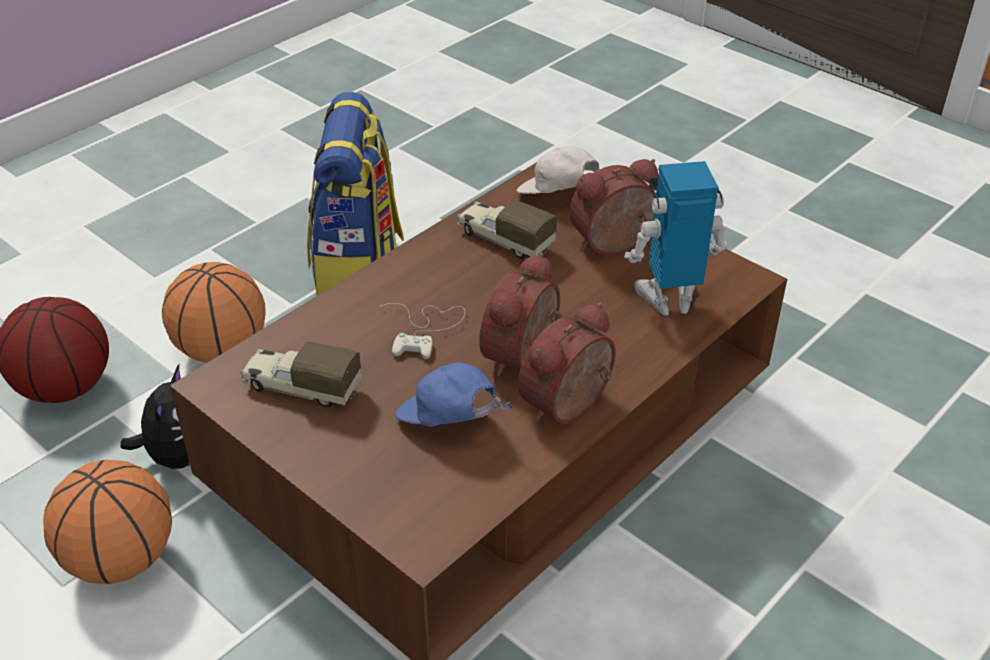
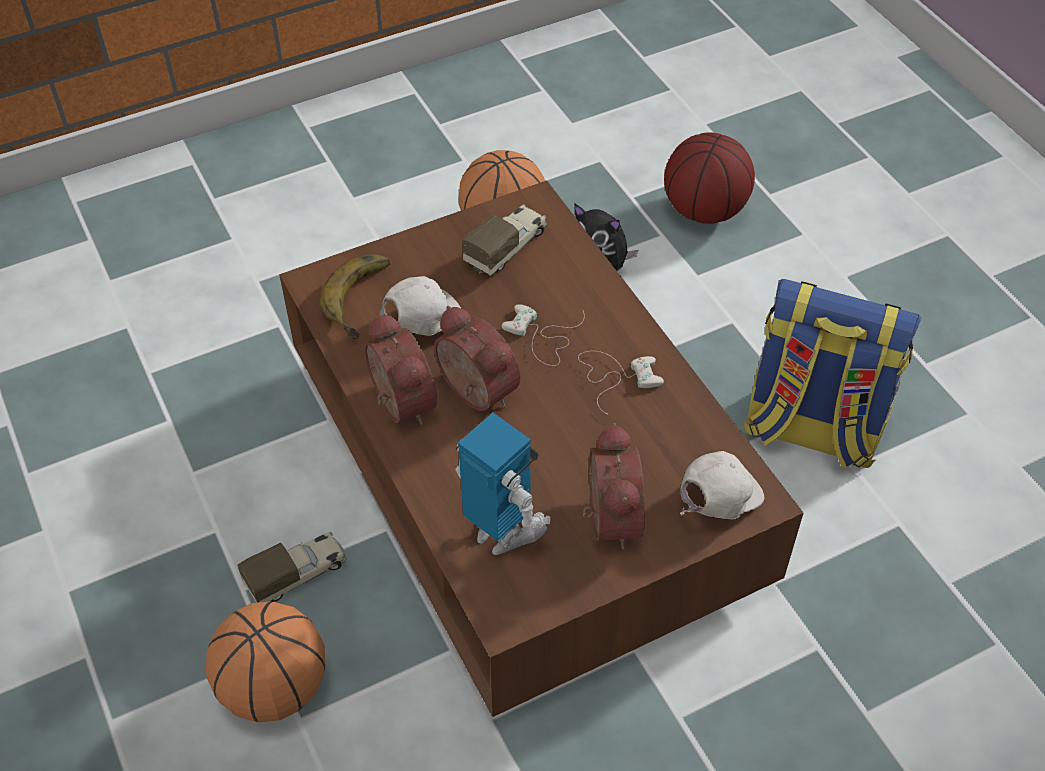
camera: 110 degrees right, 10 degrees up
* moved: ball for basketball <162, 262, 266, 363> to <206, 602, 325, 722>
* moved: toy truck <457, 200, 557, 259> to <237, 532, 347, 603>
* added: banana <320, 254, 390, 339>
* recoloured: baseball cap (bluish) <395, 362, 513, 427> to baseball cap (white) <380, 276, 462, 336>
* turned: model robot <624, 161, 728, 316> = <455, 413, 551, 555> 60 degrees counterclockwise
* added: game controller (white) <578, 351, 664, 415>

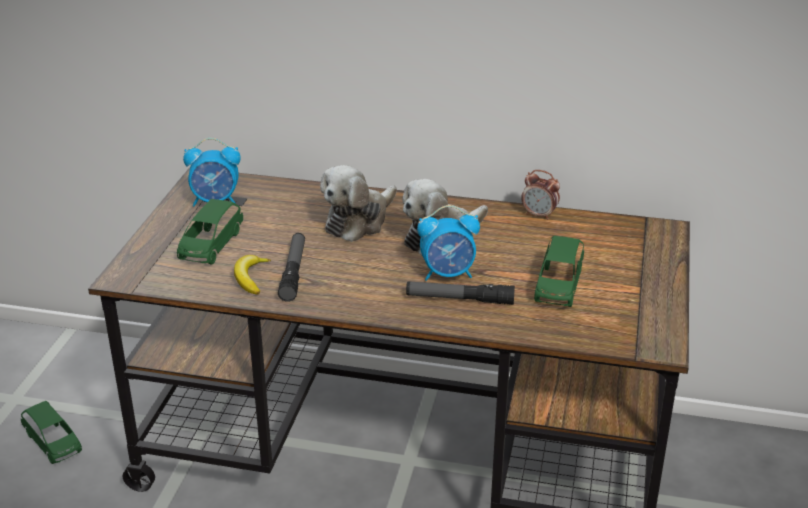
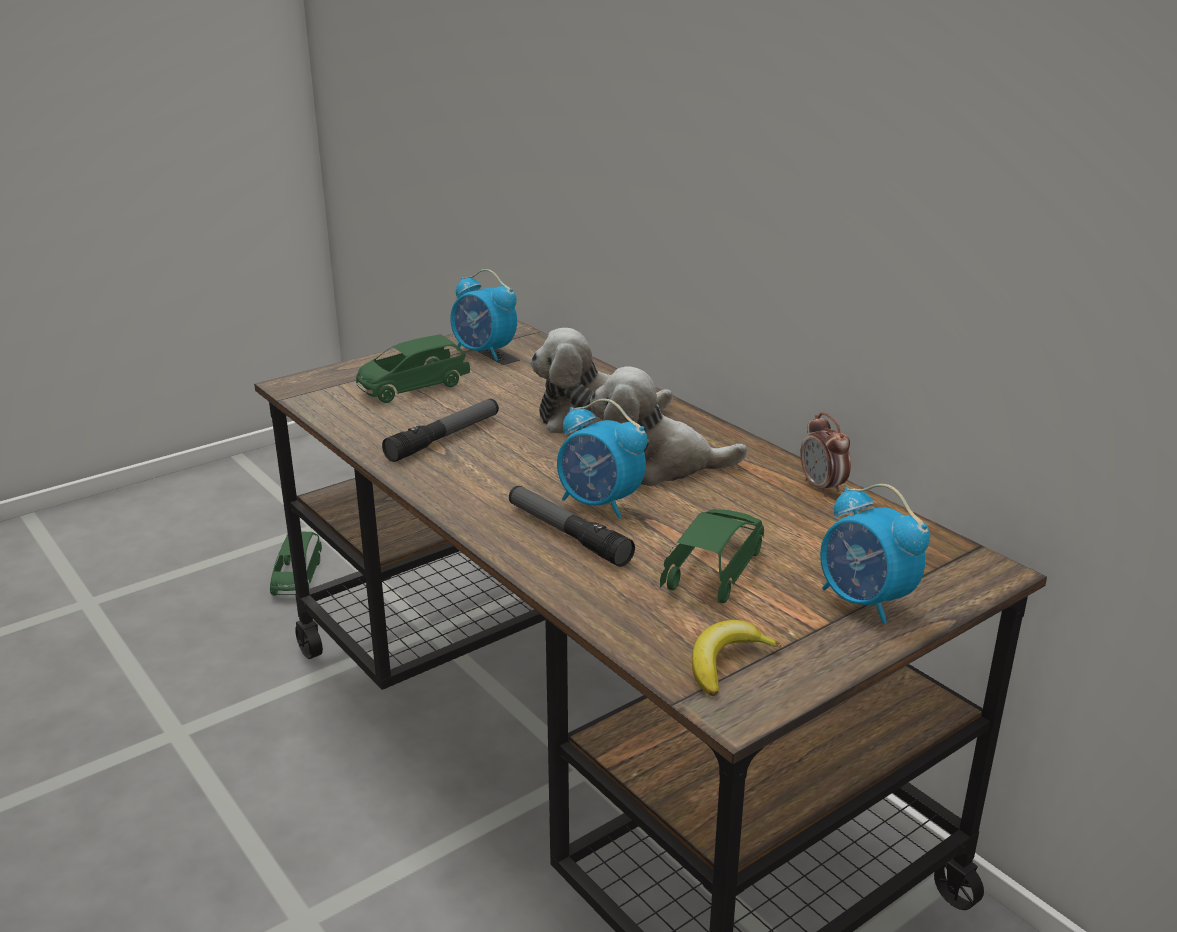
camera: 40 degrees right, 5 degrees down
* turned: model car (greenish) <534, 236, 584, 307> = <660, 509, 764, 603> 150 degrees clockwise
* moved: banana <234, 255, 271, 295> to <692, 620, 782, 696>
* added: bedside clock <820, 484, 930, 624>

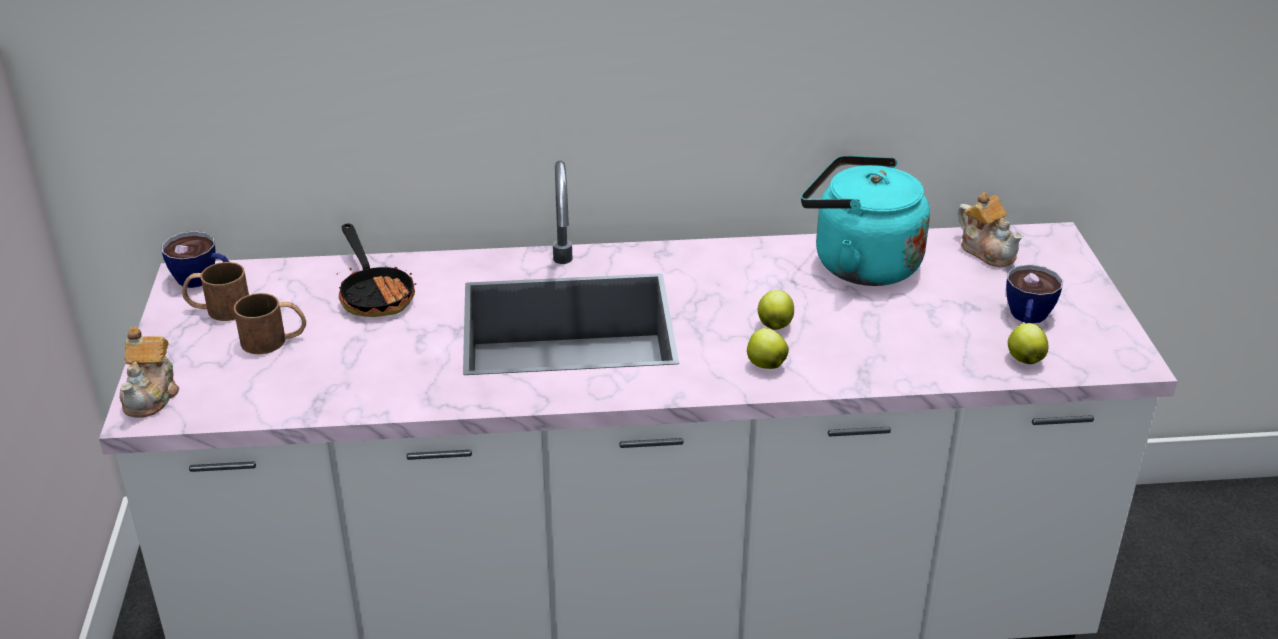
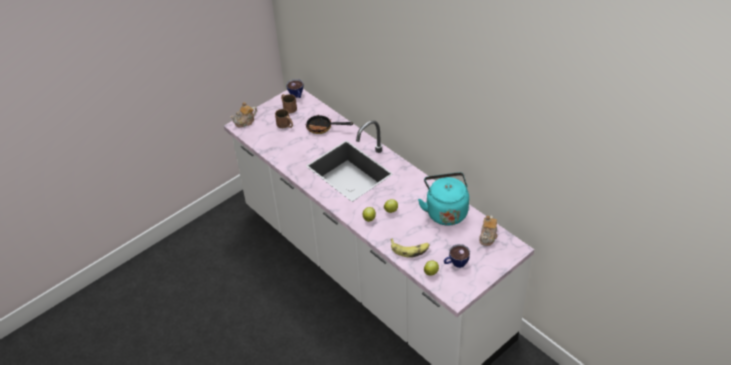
camera: 55 degrees right, 10 degrees up
* turned: skillet <337, 223, 416, 317> = <306, 115, 353, 134> 75 degrees clockwise
* added: banana <390, 239, 430, 258>

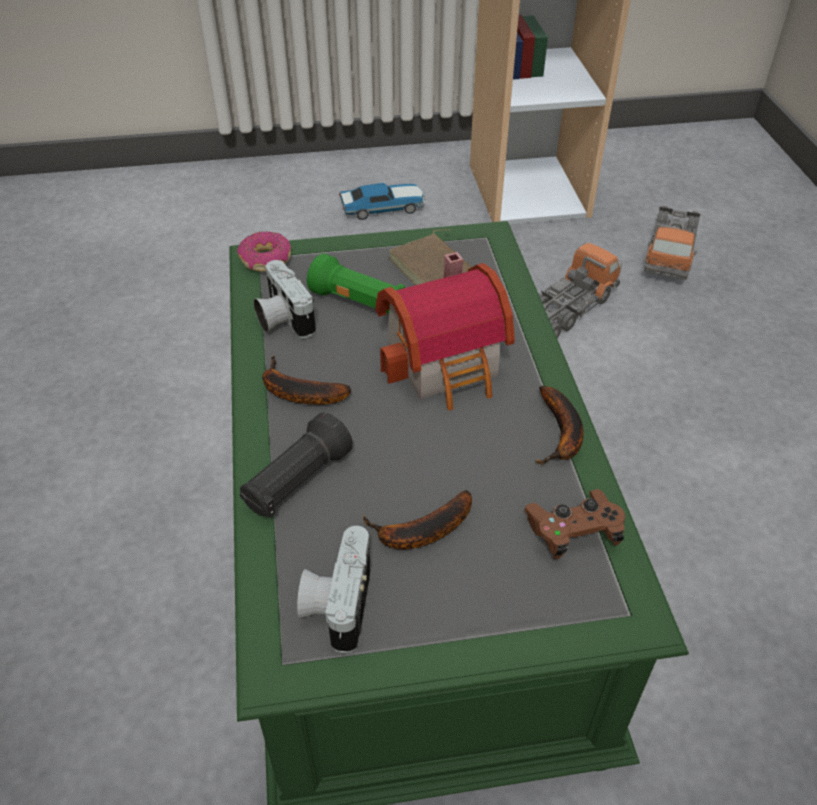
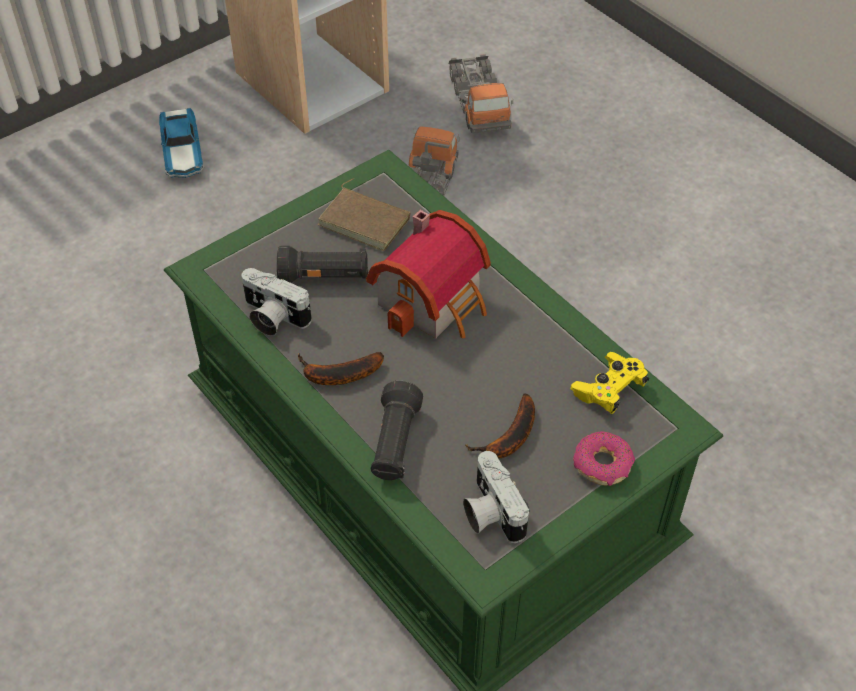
camera: 30 degrees left, 5 degrees up
* turned: model car <339, 183, 425, 220> = <159, 108, 204, 178> 120 degrees clockwise
* recoloured: flashlight (greenish) <307, 254, 405, 315> to flashlight (blackish) <277, 246, 368, 283>
* recoloured: game controller (brownish) <524, 489, 625, 559> to game controller (yellow) <570, 352, 649, 414>
* moved: donut <237, 232, 291, 272> to <573, 431, 635, 486>
* removed: banana <535, 386, 584, 465>

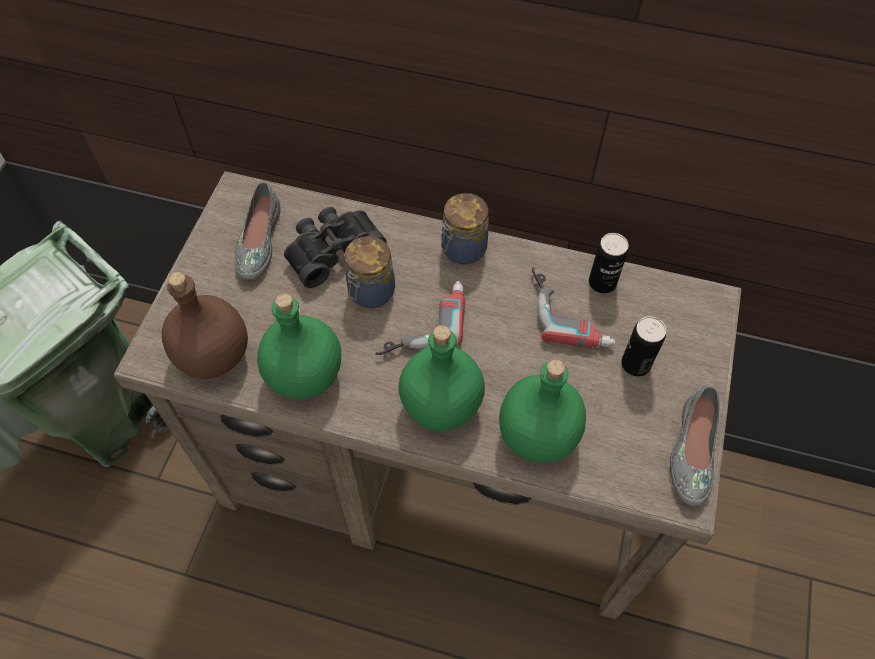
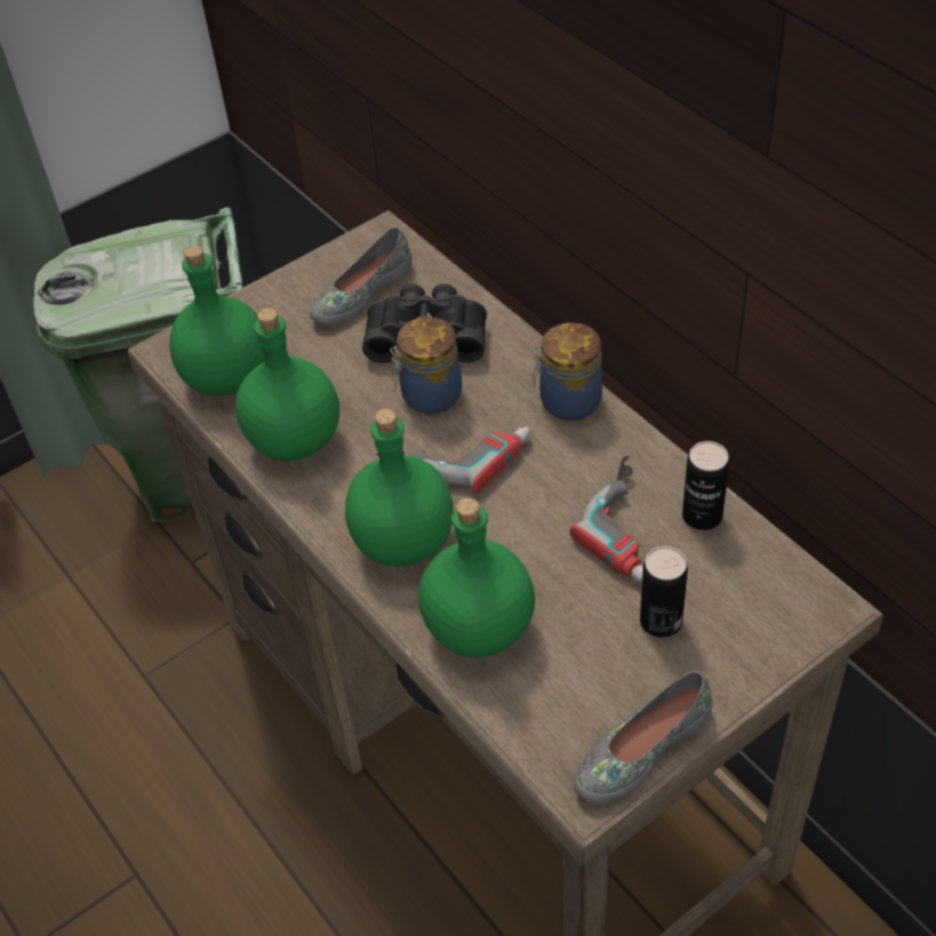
camera: 40 degrees right, 10 degrees down
* recoloured: bottle (brownish) <162, 272, 248, 379> to bottle (greenish) <169, 245, 264, 396>

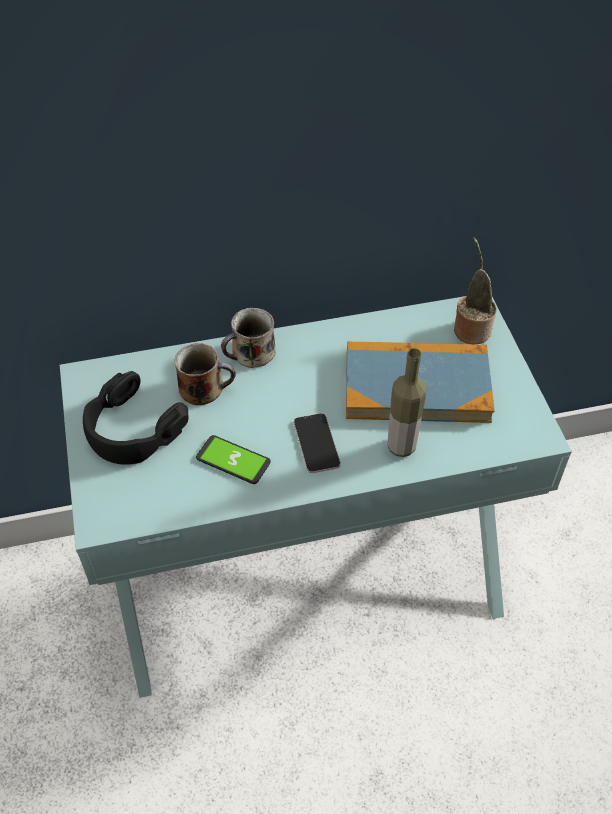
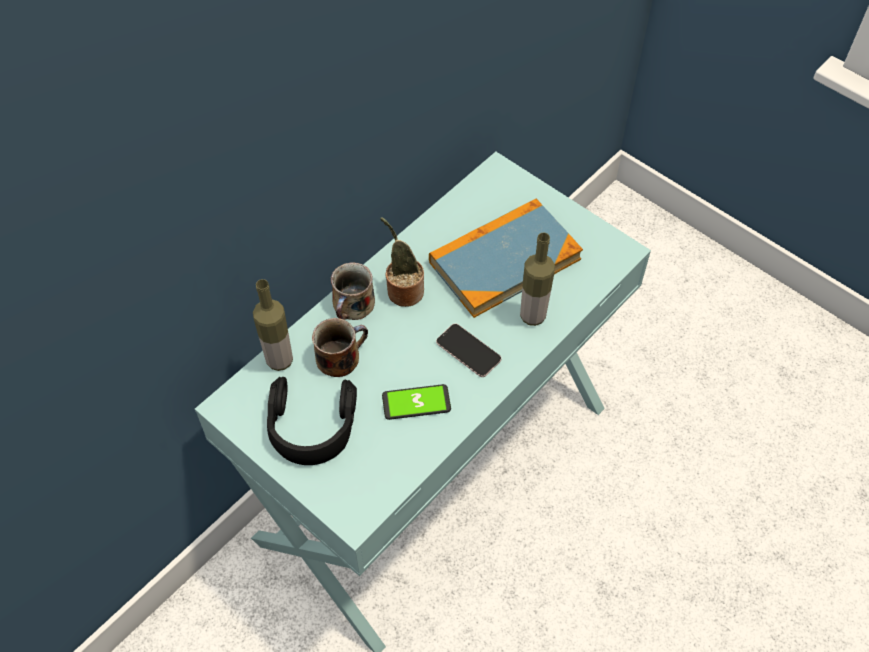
camera: 35 degrees left, 5 degrees up
* added: bottle <253, 279, 293, 371>
* moved: houseplant <454, 237, 496, 345> to <380, 217, 424, 307>

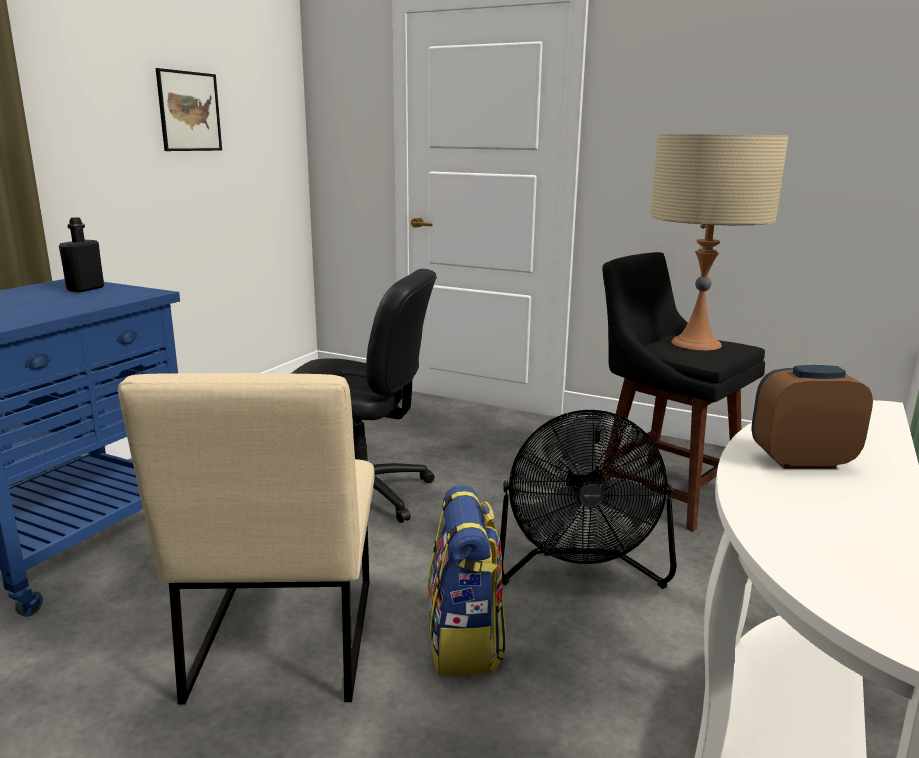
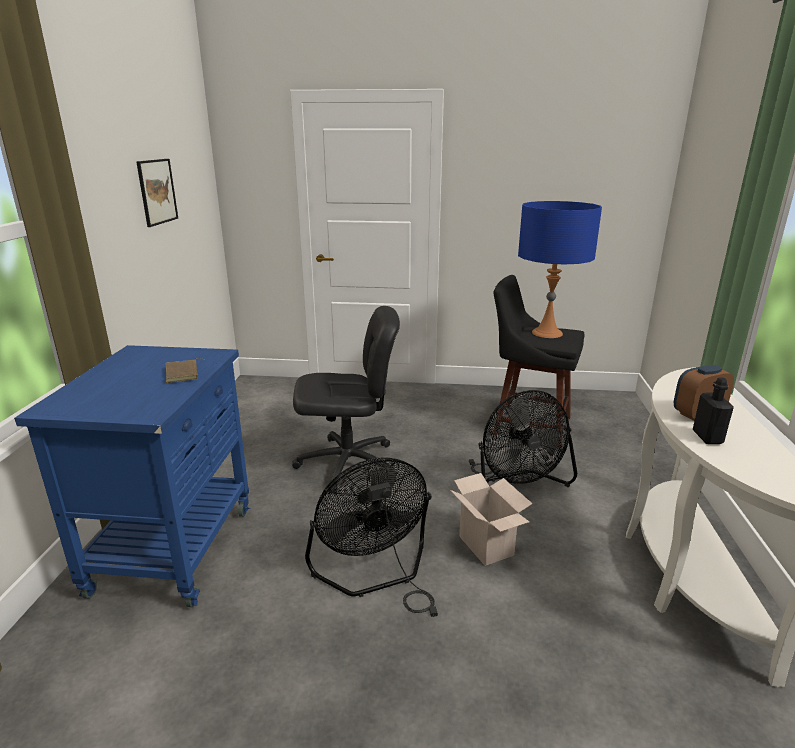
camera: 20 degrees left, 5 degrees up
* added: book (brownish) <166, 358, 200, 383>
* replaced: plain chair (beige) <118, 373, 374, 705> to electric fan (blackish) <305, 458, 438, 617>
* replaced: backpack <427, 486, 507, 675> to packing box <450, 473, 532, 566>
* recoloured: lamp for a table (beige) <650, 134, 788, 350> to lamp for a table (bluish) <518, 201, 602, 338>
* moved: bottle (blackish) <59, 217, 104, 292> to <693, 377, 734, 444>

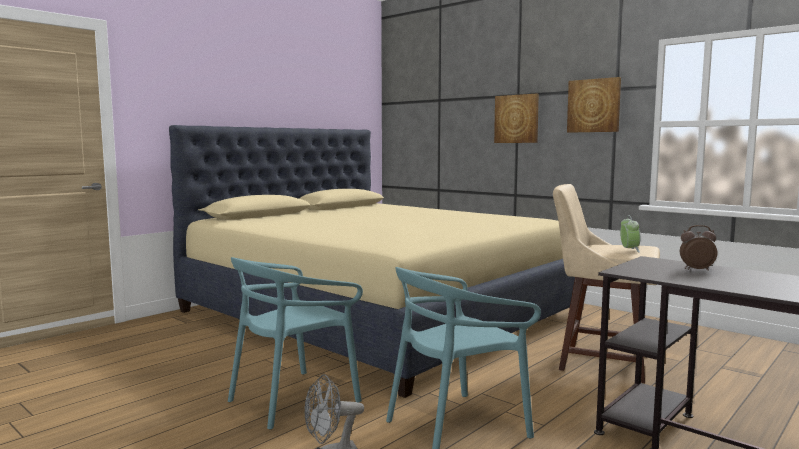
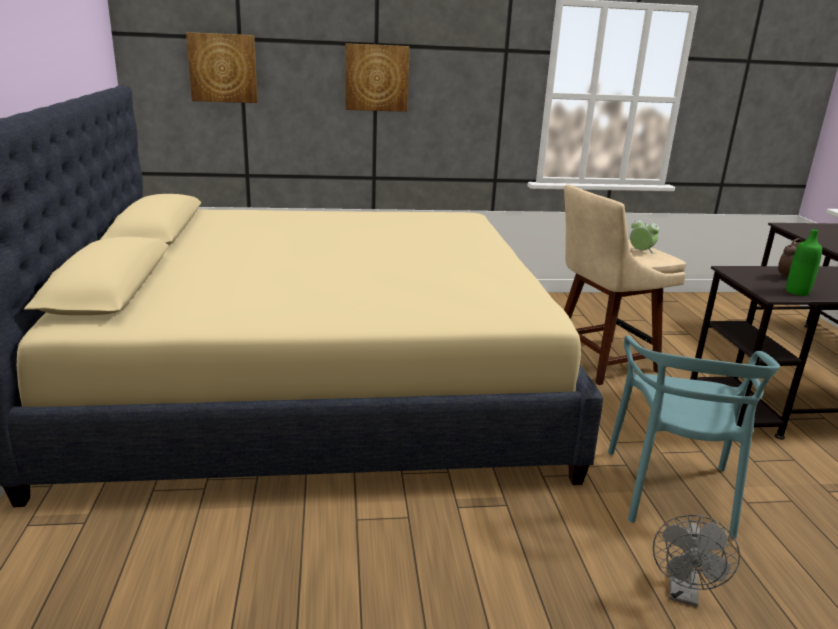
camera: 50 degrees left, 15 degrees up
* moved: wall art <567, 77, 621, 133> to <186, 32, 258, 103>
* added: bottle (greenish) <786, 229, 822, 296>
* removed: plain chair (turquoise-coloured) <228, 257, 363, 430>

